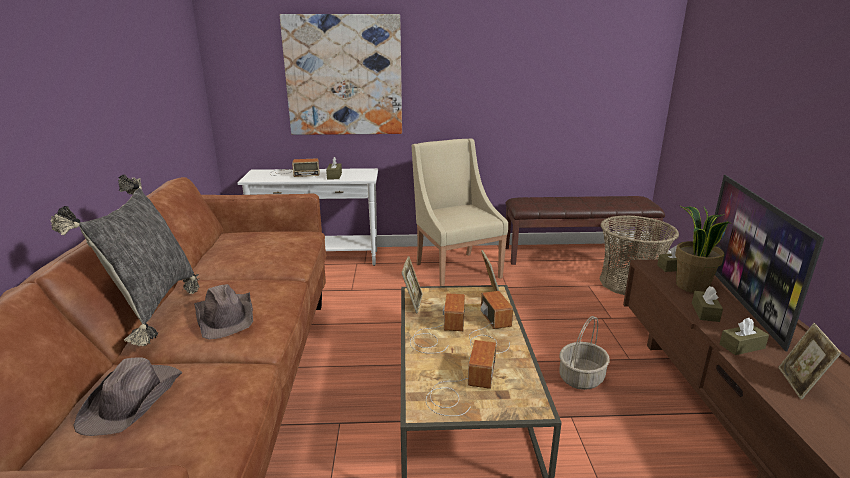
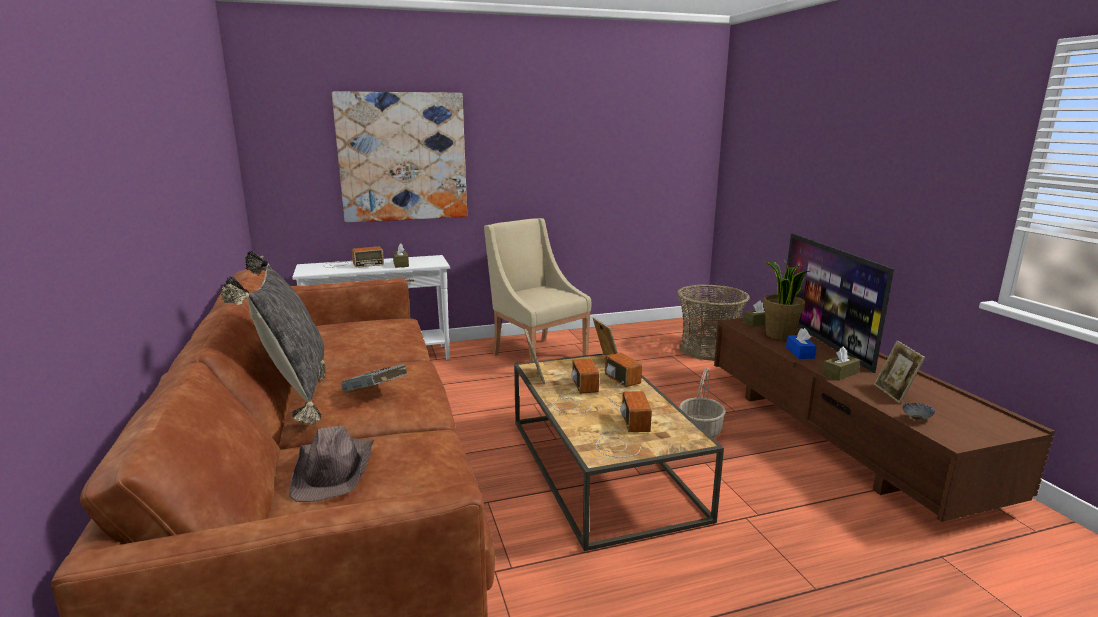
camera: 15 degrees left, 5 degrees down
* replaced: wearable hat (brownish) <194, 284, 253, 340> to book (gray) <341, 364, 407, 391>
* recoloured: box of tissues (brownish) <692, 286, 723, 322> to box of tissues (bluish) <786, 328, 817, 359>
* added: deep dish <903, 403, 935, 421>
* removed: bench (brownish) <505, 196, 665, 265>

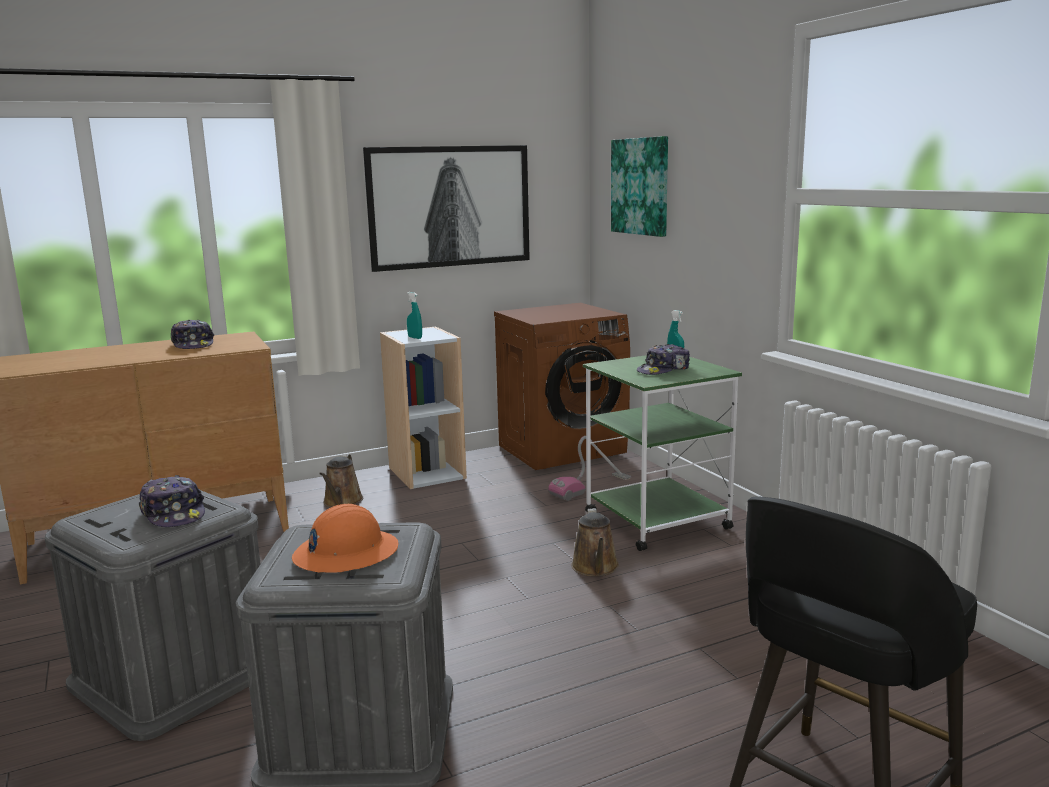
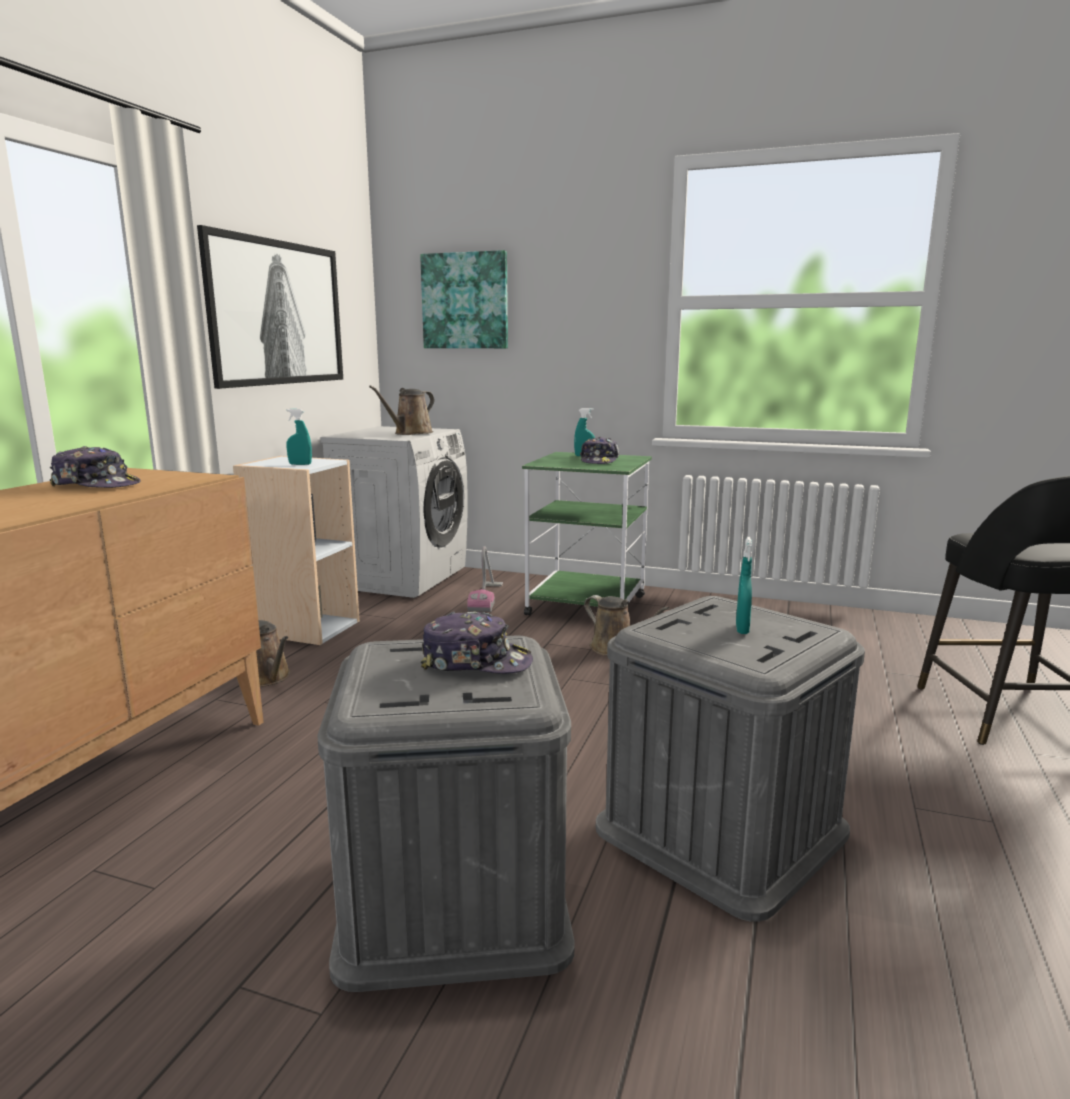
camera: 45 degrees left, 0 degrees up
* recoloured: laundry machine (brownish) <494, 303, 630, 470> to laundry machine (white) <320, 426, 467, 598>
* added: sprinkling can (brownish) <369, 386, 434, 435>
* replaced: hard hat (orange) <292, 504, 398, 573> to spray bottle (turquoise-coloured) <736, 537, 753, 634>

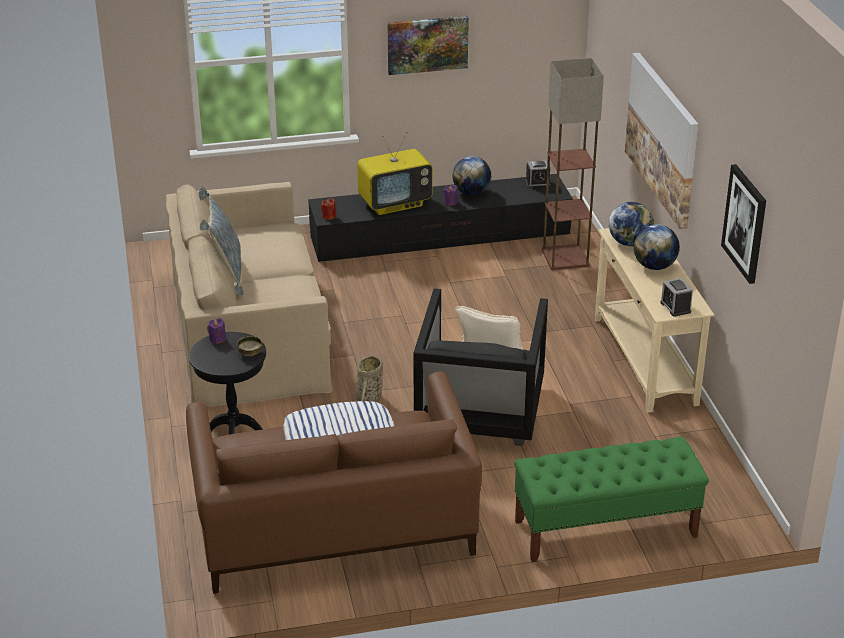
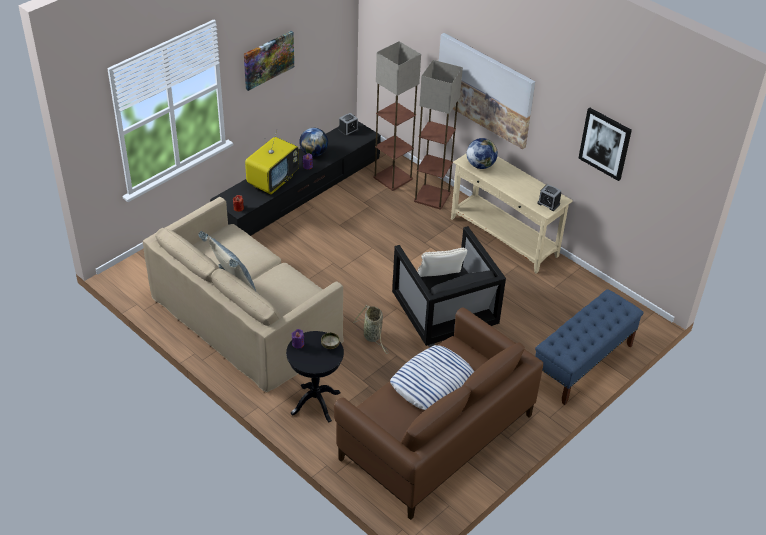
camera: 35 degrees left, 10 degrees up
* added: standing lamp <414, 60, 463, 210>
* recoloured: bench (greenish) <514, 437, 709, 562> to bench (bluish) <535, 289, 644, 405>
* removed: globe <634, 224, 680, 270>

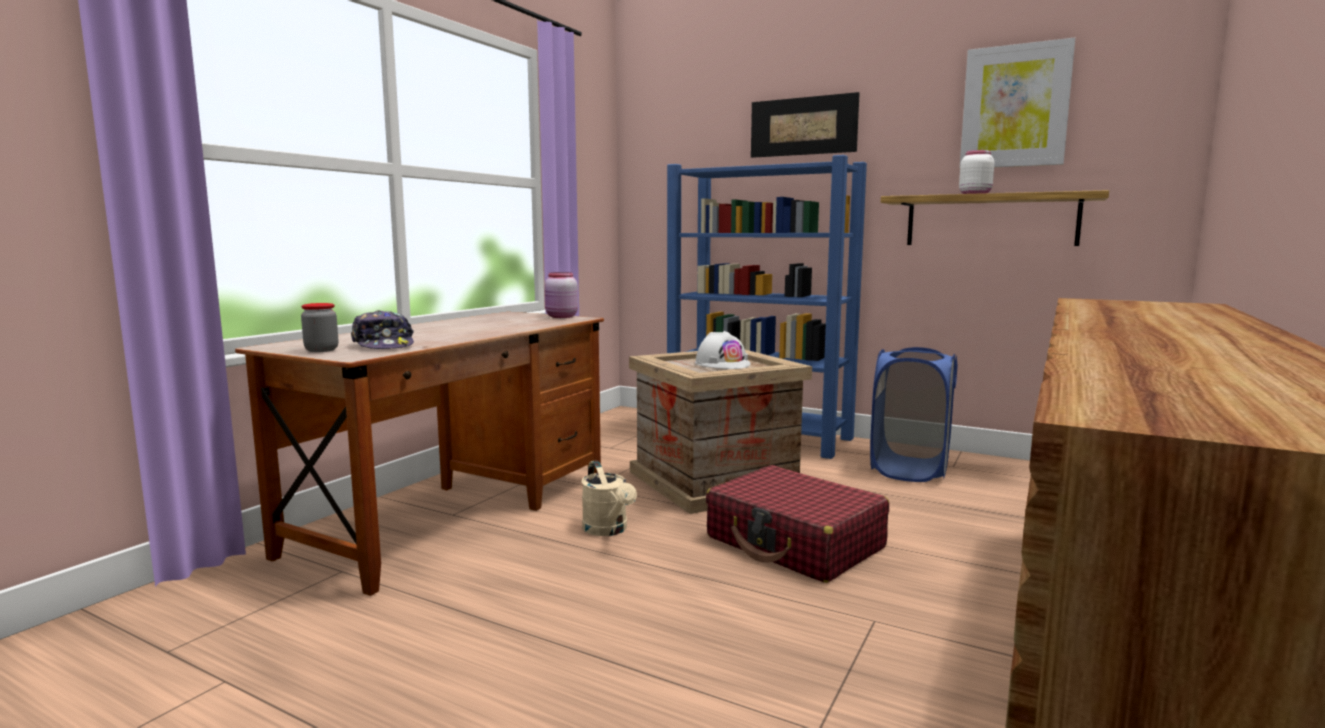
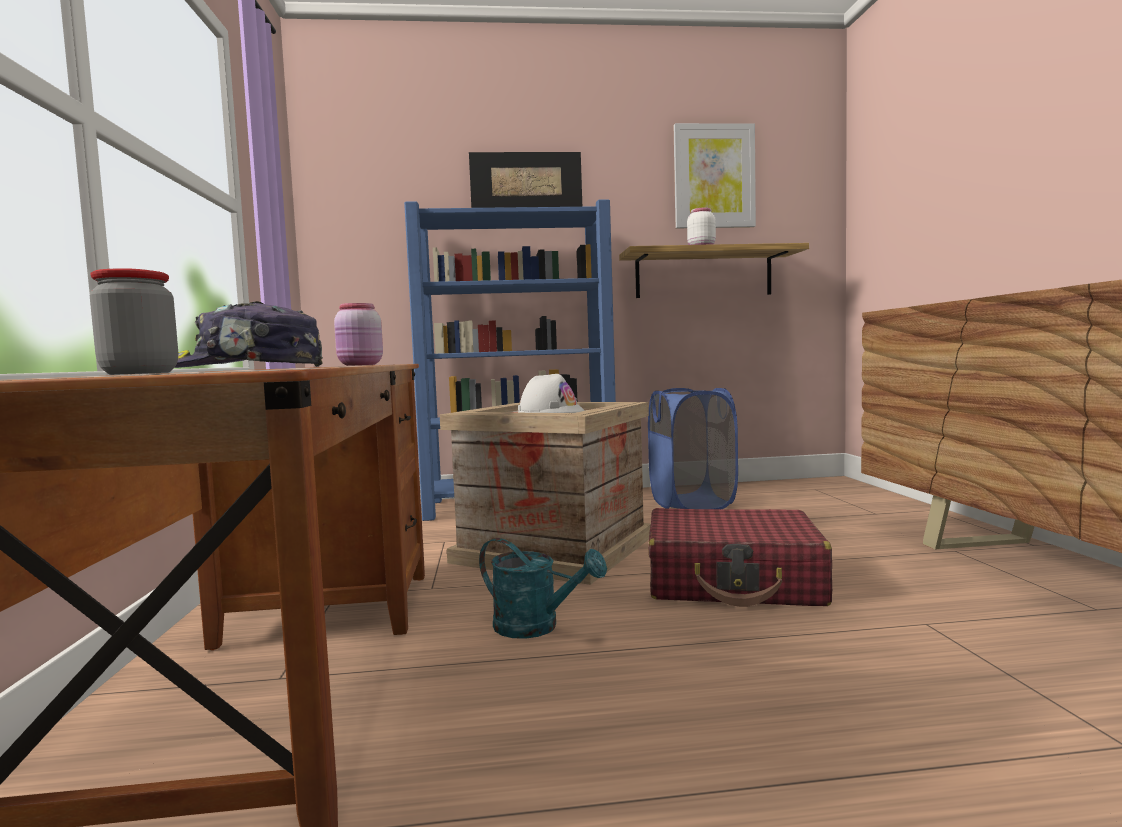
camera: 35 degrees left, 5 degrees down
* turned: baseball cap <351, 310, 414, 349> = <174, 301, 323, 368> 150 degrees clockwise
* recoloured: sprinkling can (beige) <581, 460, 637, 536> to sprinkling can (turquoise-coloured) <479, 538, 607, 639>

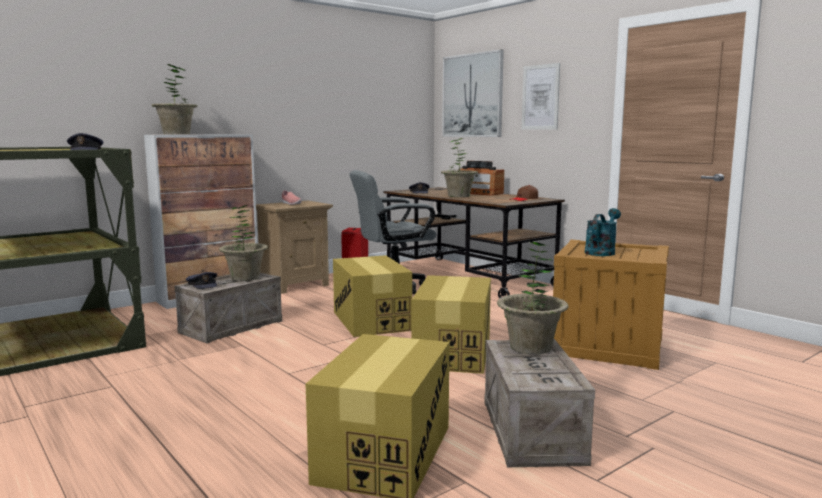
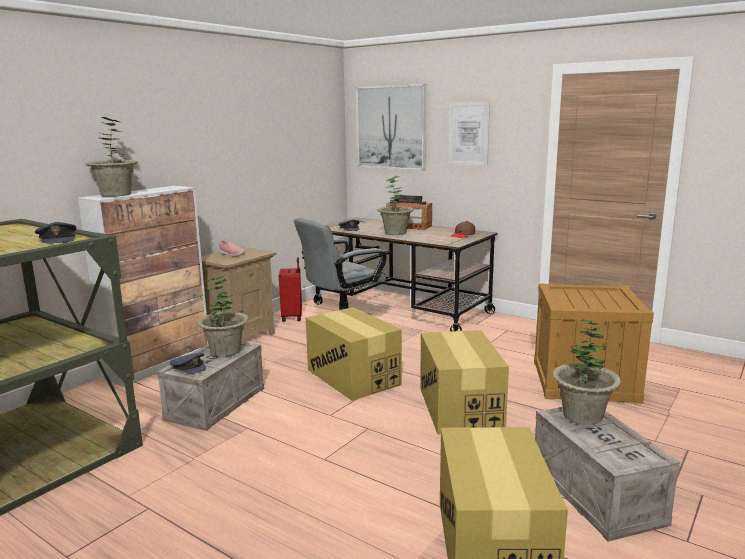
camera: 15 degrees left, 5 degrees up
* removed: sprinkling can (turquoise-coloured) <585, 208, 621, 256>

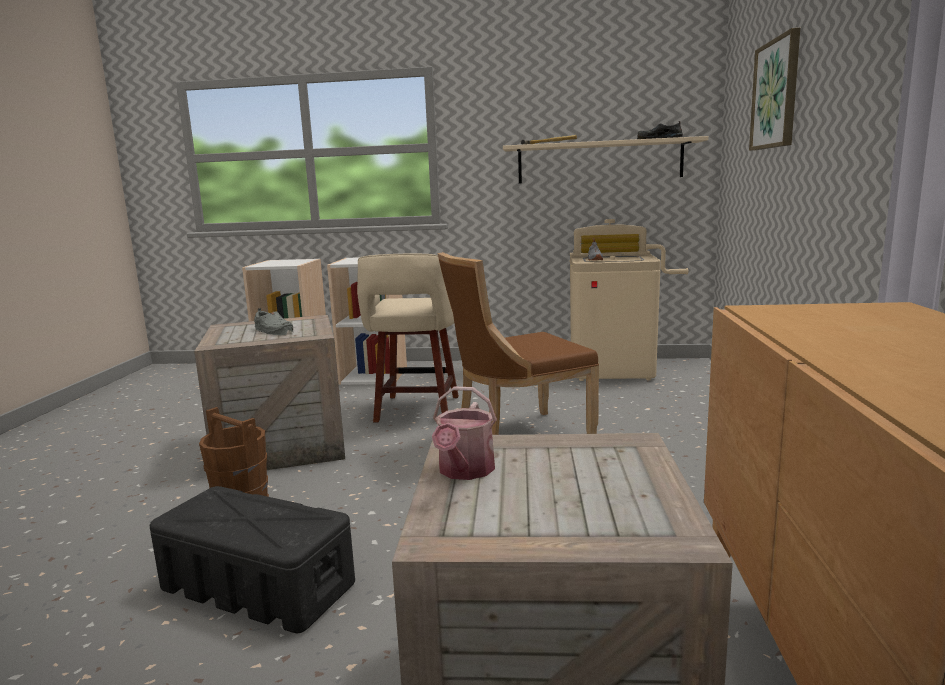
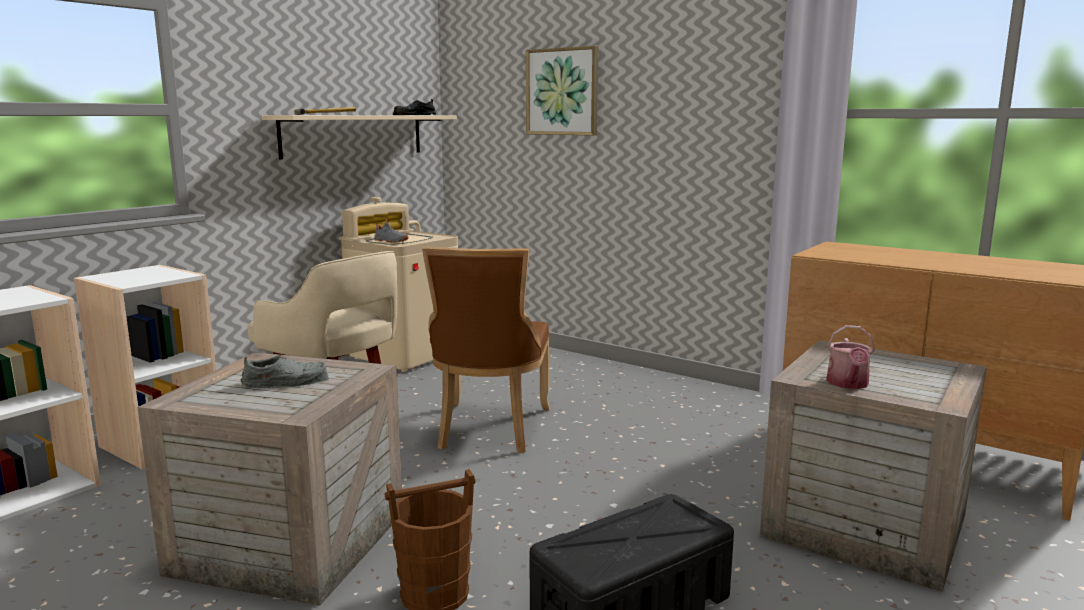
camera: 60 degrees left, 0 degrees up
* turned: sprinkling can <432, 386, 497, 480> = <826, 325, 875, 389> 60 degrees clockwise

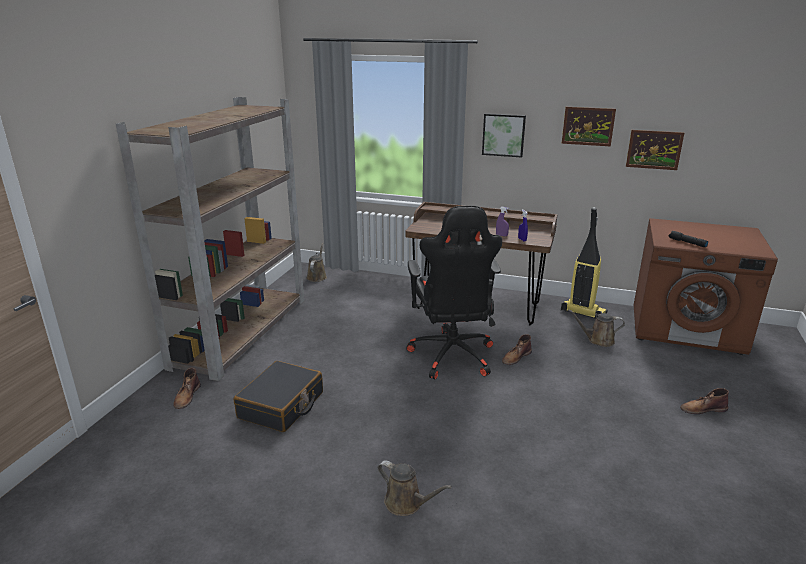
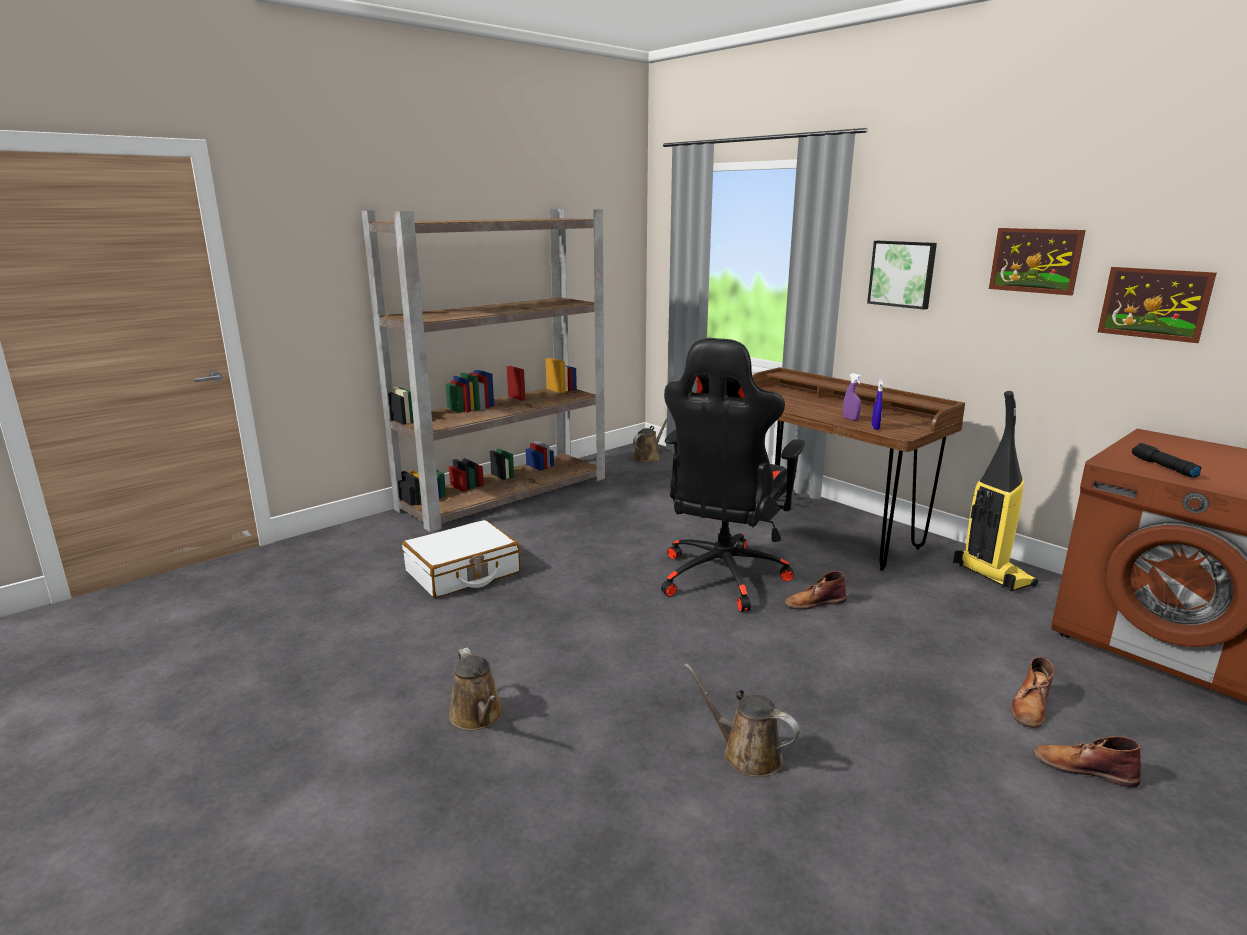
camera: 30 degrees right, 5 degrees down
* recoloured: suitcase (blackish) <234, 361, 323, 432> to suitcase (white) <402, 520, 520, 598>
* moved: sprinkling can (brownish) <568, 309, 625, 347> to <684, 663, 800, 777>
* moved: tall boot (brownish) <173, 368, 201, 409> to <1011, 657, 1055, 728>

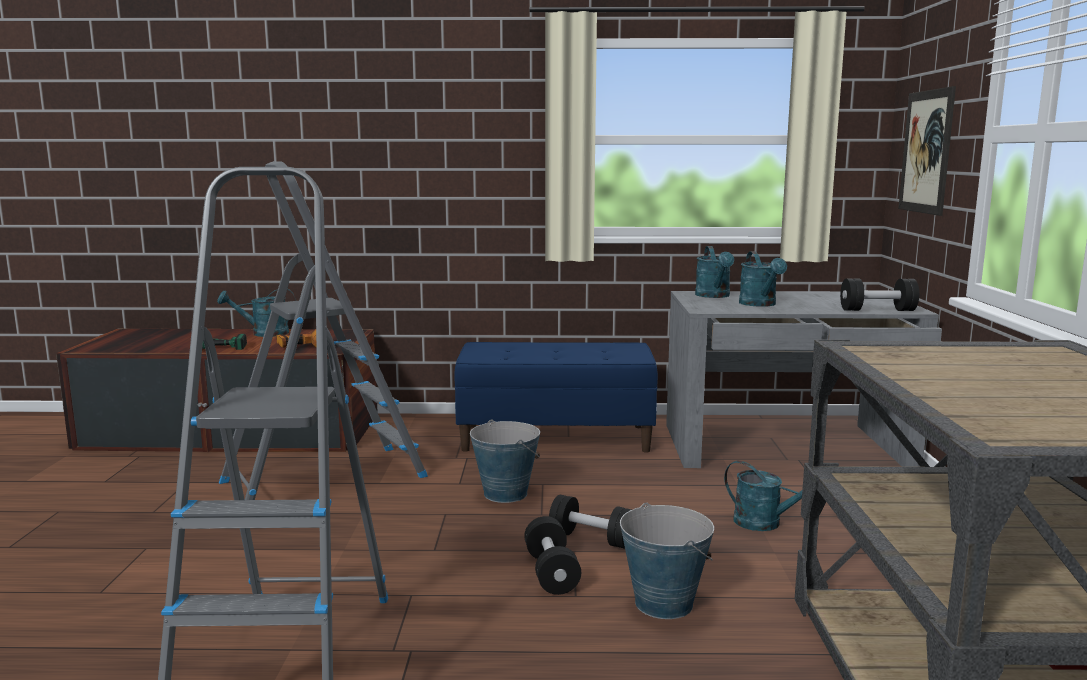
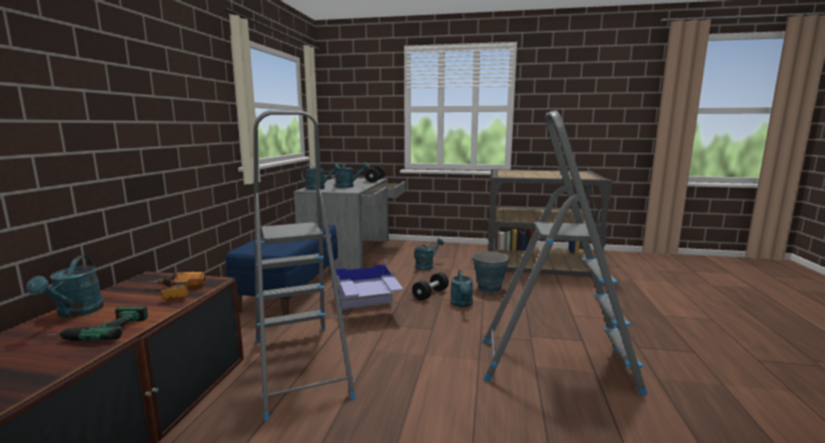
camera: 80 degrees left, 0 degrees up
* replaced: pail <470, 419, 540, 503> to storage bin (bluish) <335, 260, 403, 310>
* replaced: hand weight (blackish) <524, 516, 581, 595> to sprinkling can (turquoise-coloured) <450, 269, 473, 307>
* removed: wall art <898, 86, 956, 216>

